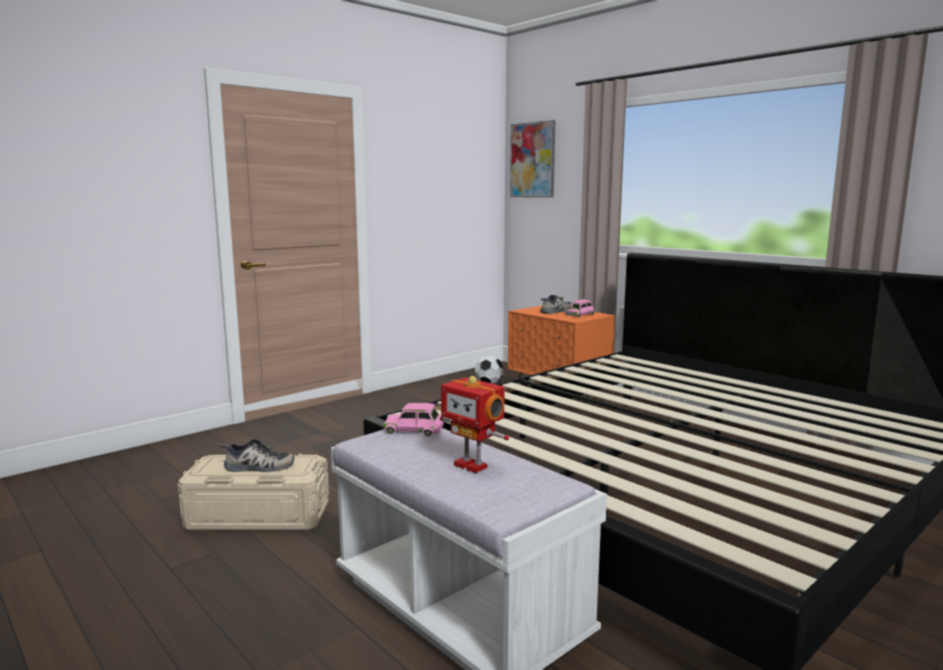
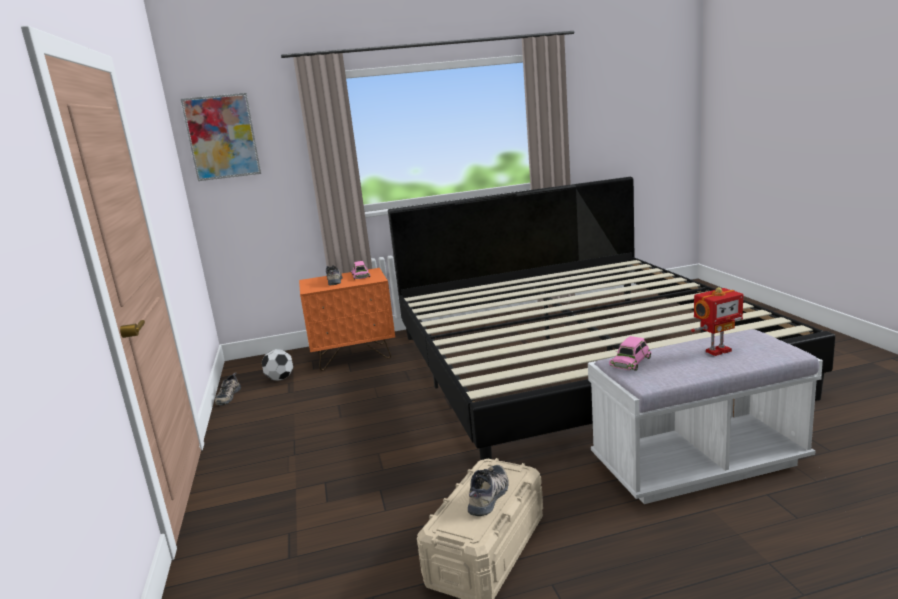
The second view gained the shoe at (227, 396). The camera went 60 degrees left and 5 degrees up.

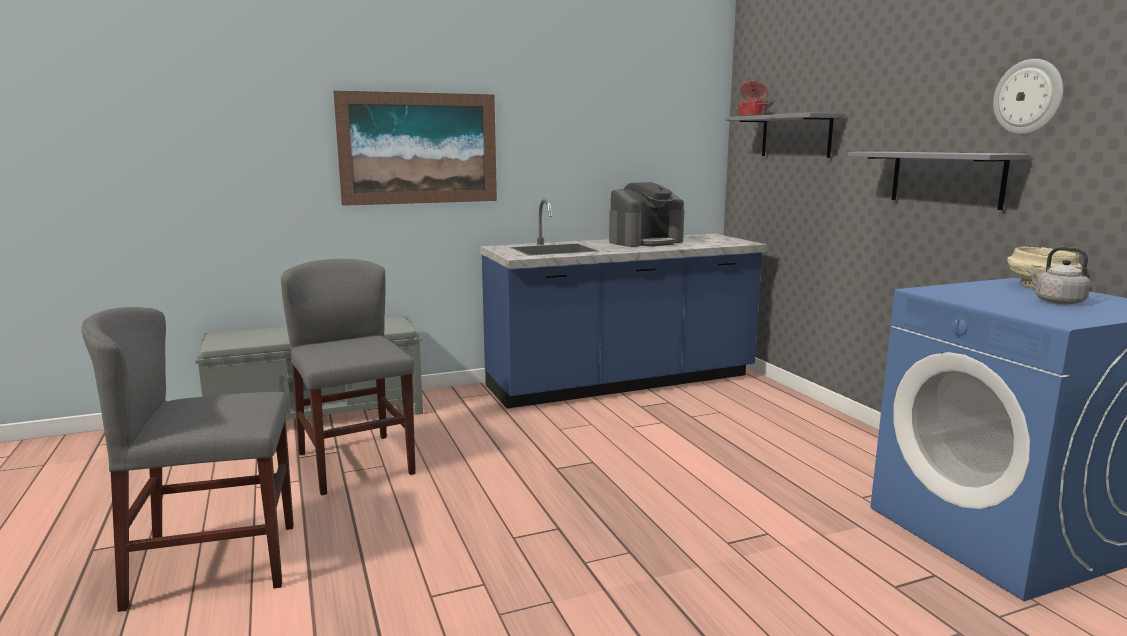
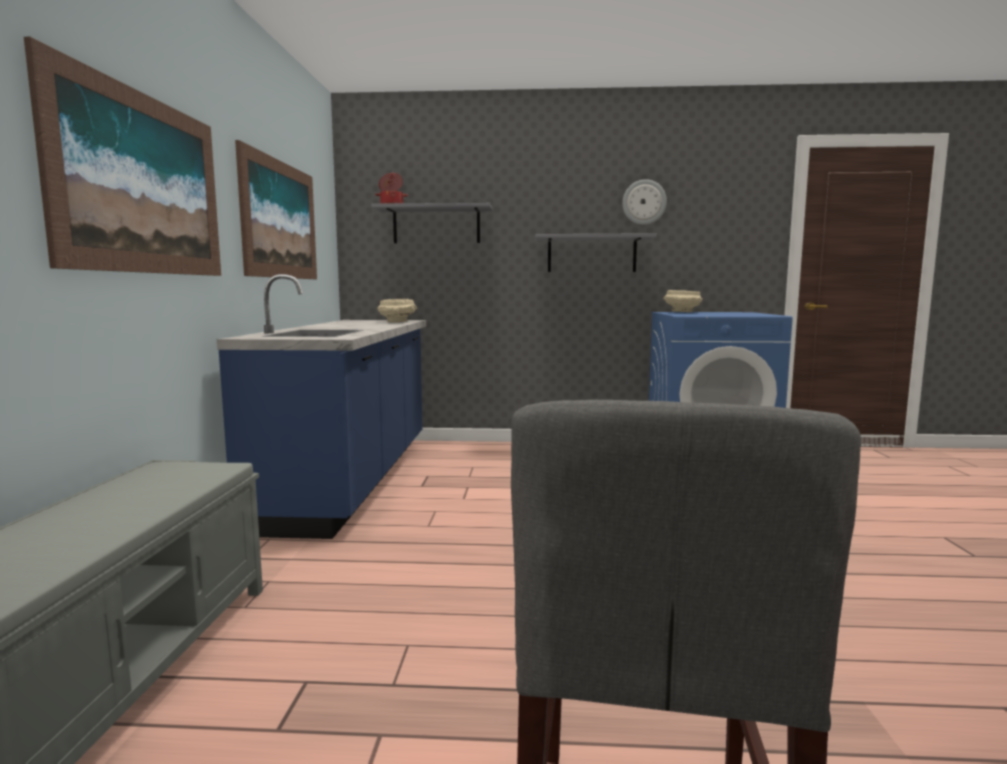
The second view lost the grey chair at (355, 463). The second view lost the coffee machine at (645, 242). The second view lost the grey kettle at (1056, 301). The second view gained the picture at (280, 220). The second view gained the beige bowl at (398, 321). The camera went 65 degrees left and 5 degrees down.

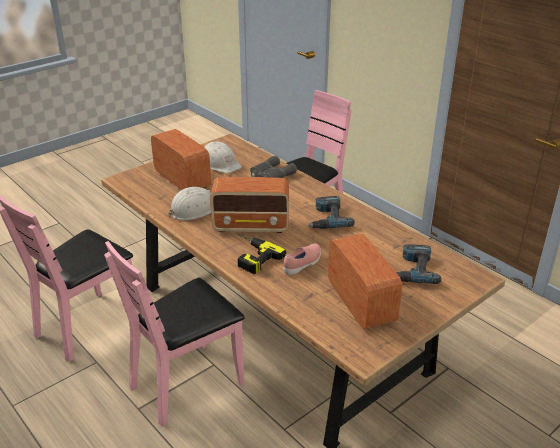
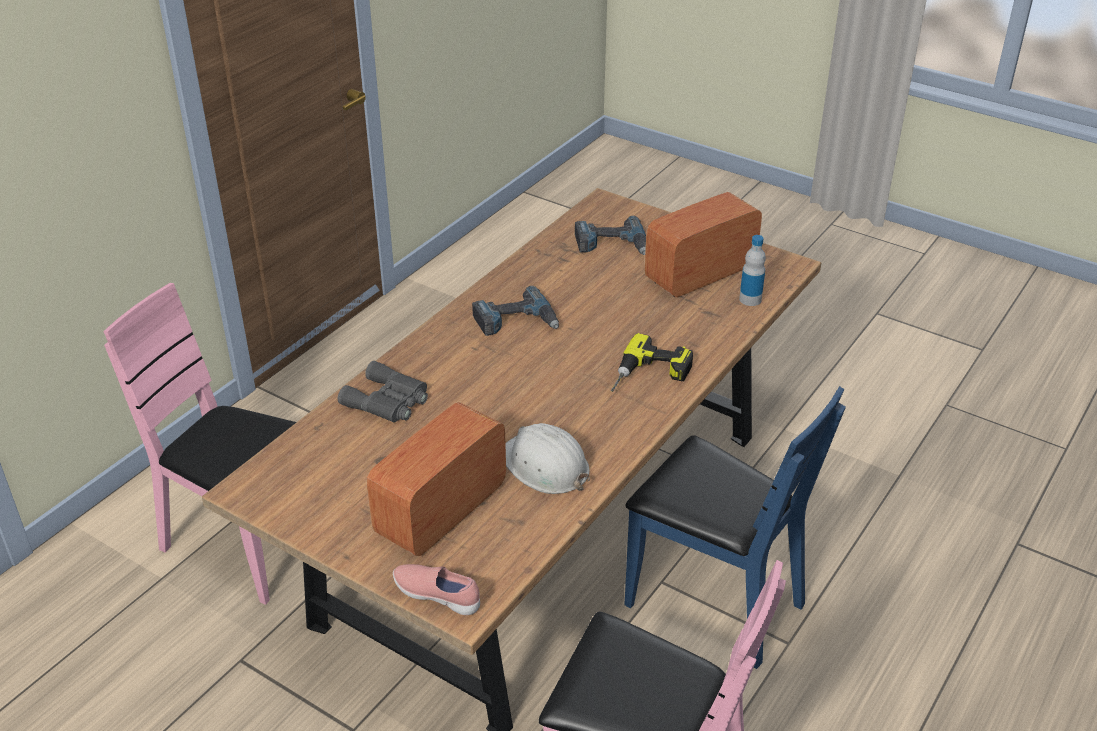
The second view lost the white hard hat at (220, 163). The second view lost the radio at (252, 226). The second view gained the bottle at (750, 299). The pink shoe ended up elsewhere, having gone from (303, 264) to (438, 596). What was the pink chair at (187, 383) turned into the blue chair at (714, 601). The camera went 105 degrees left and 5 degrees up.

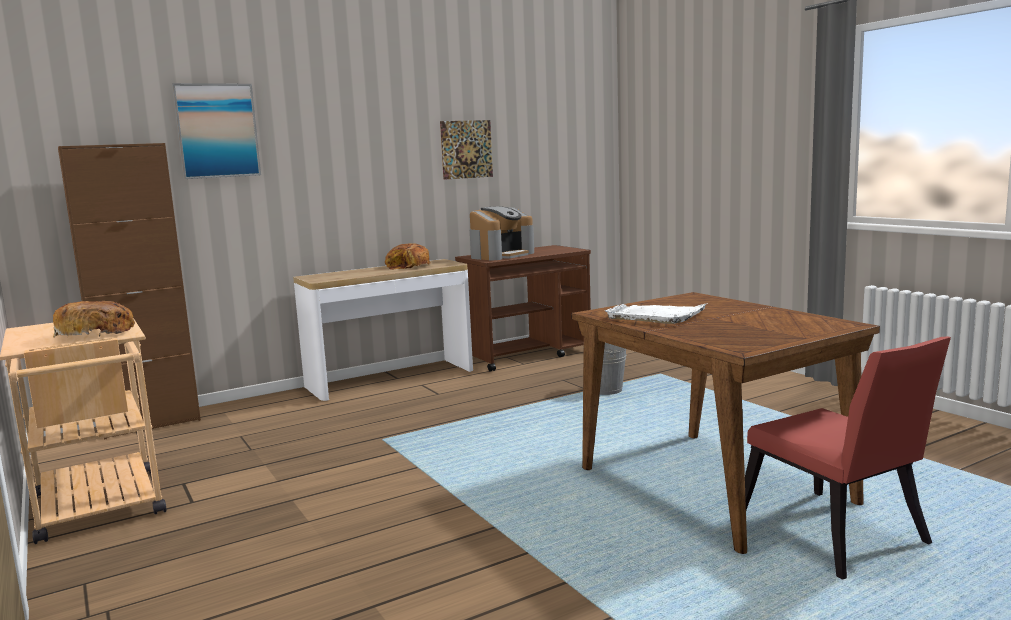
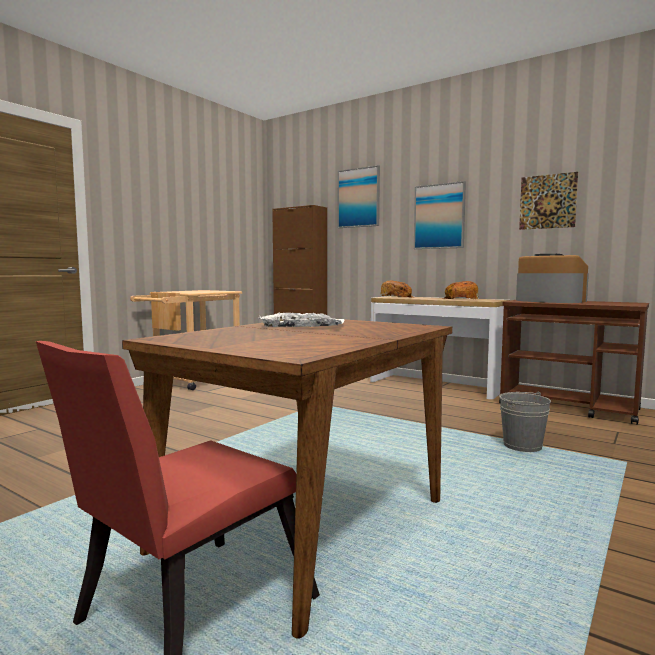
The second view gained the picture at (439, 216). The bread ended up elsewhere, having gone from (95, 333) to (397, 297). The coffee machine at (501, 255) ended up facing another way, 150 degrees counterclockwise from before. The camera went 65 degrees right and 5 degrees down.

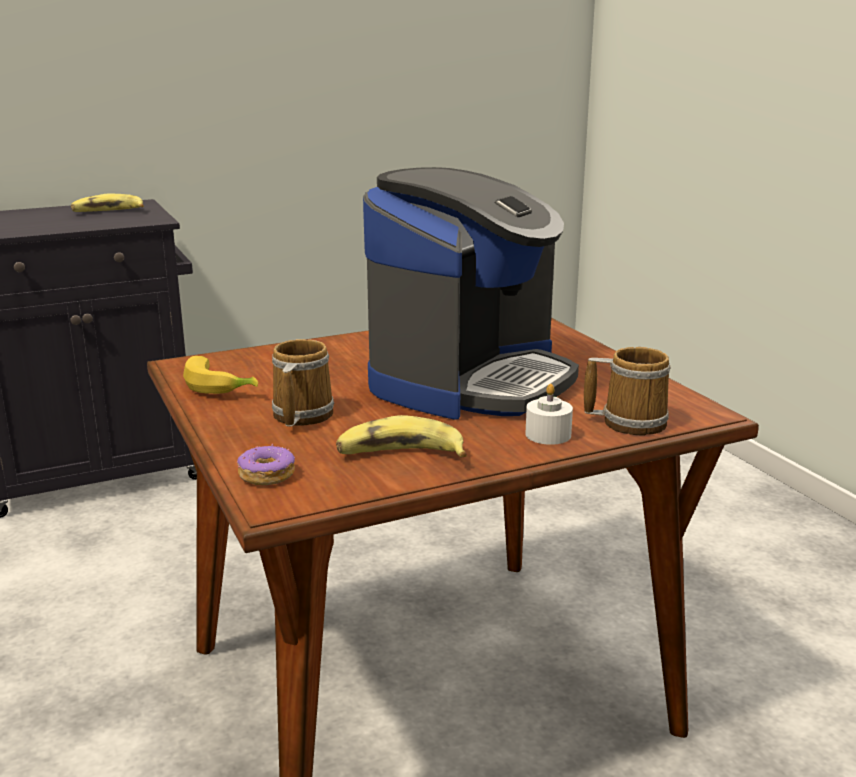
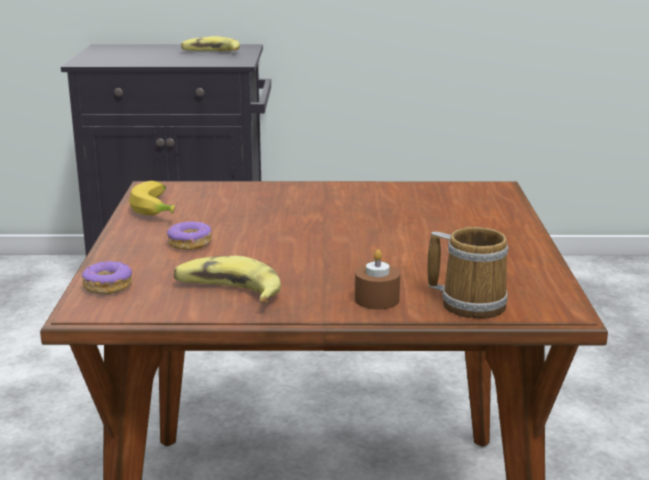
The second view lost the coffee machine at (470, 381). Where the mug stood at (299, 415), the donut came to stand at (190, 244). What was the white candle at (548, 434) turned into the brown candle at (377, 299). The camera went 25 degrees right and 0 degrees up.

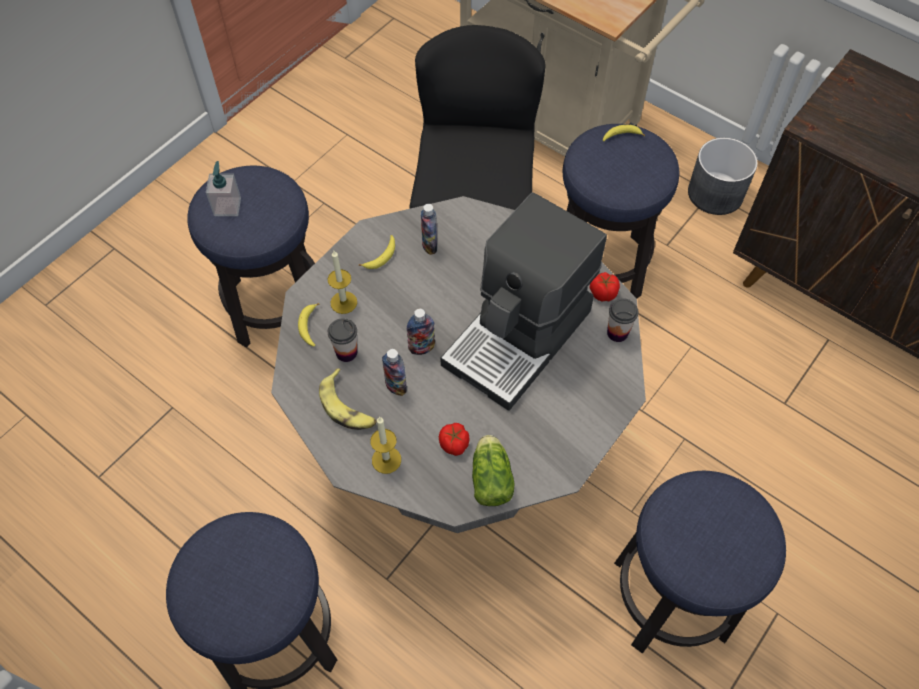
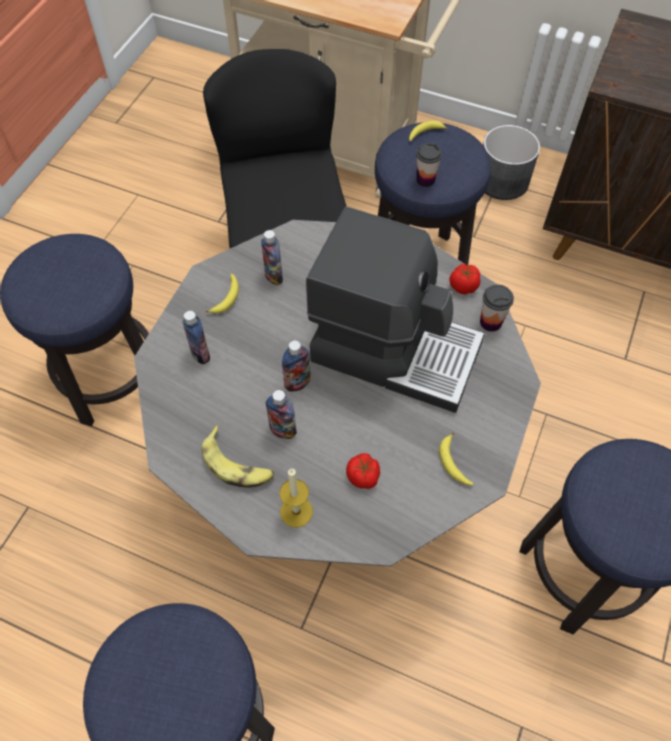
The second view lost the soap dispenser at (227, 206). The second view lost the lettuce at (491, 477). The banana ended up elsewhere, having gone from (309, 327) to (453, 463). The cup ended up elsewhere, having gone from (346, 352) to (425, 180). Where the candle stood at (343, 302), the bottle came to stand at (200, 354). The coffee machine at (520, 337) ended up facing another way, 90 degrees counterclockwise from before. The camera went 15 degrees left and 0 degrees up.

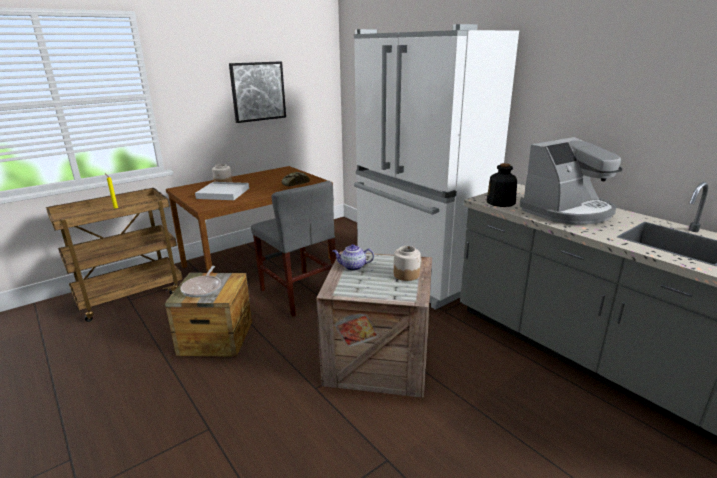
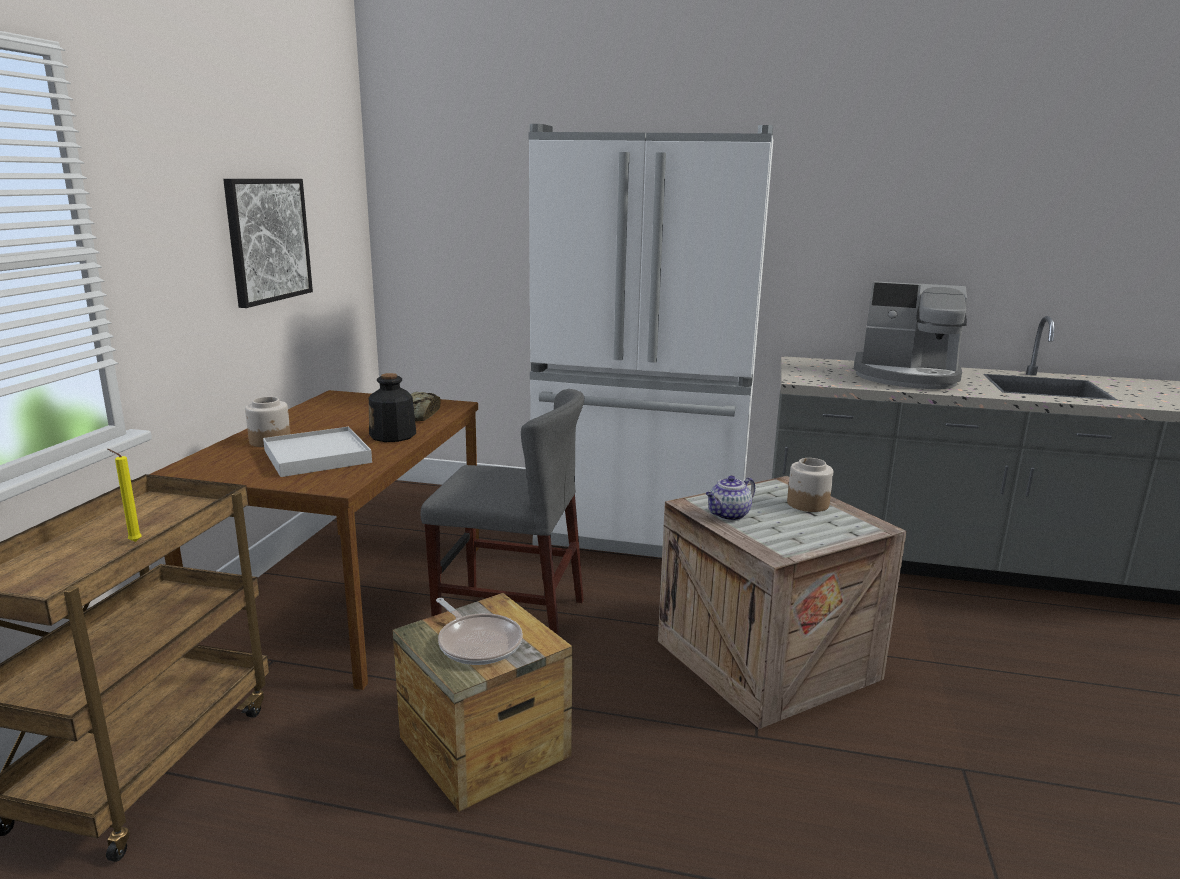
The bottle ended up elsewhere, having gone from (500, 202) to (393, 435). The coffee machine at (567, 211) ended up facing another way, 90 degrees clockwise from before. The camera went 40 degrees left and 5 degrees down.

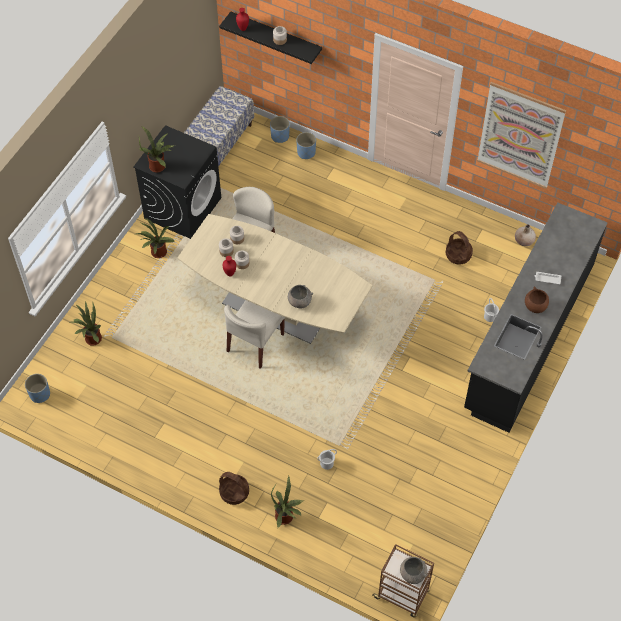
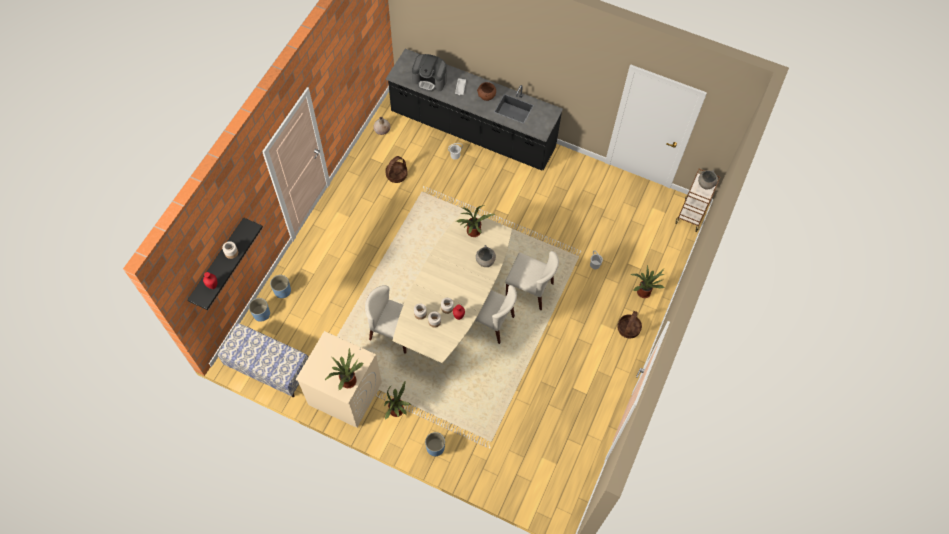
The second view lost the picture at (520, 136). The second view gained the coffee machine at (430, 80). The second view gained the beige chair at (530, 289). The blue planter ended up elsewhere, having gone from (40, 394) to (435, 447). The potted plant ended up elsewhere, having gone from (91, 339) to (473, 233). What was the black washing machine at (183, 207) turned into the beige washing machine at (344, 393). The camera went 95 degrees left and 5 degrees up.

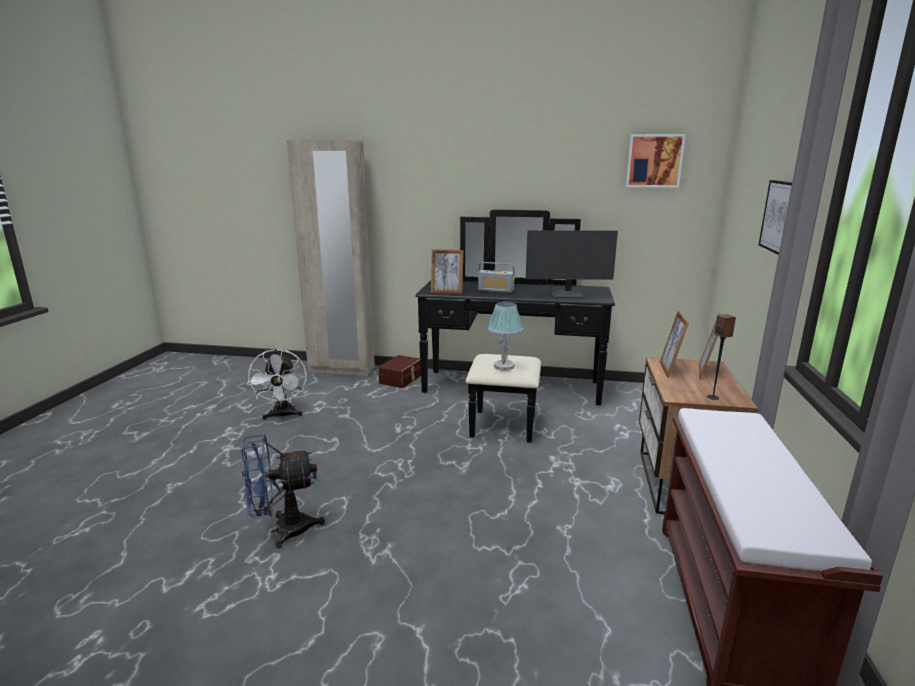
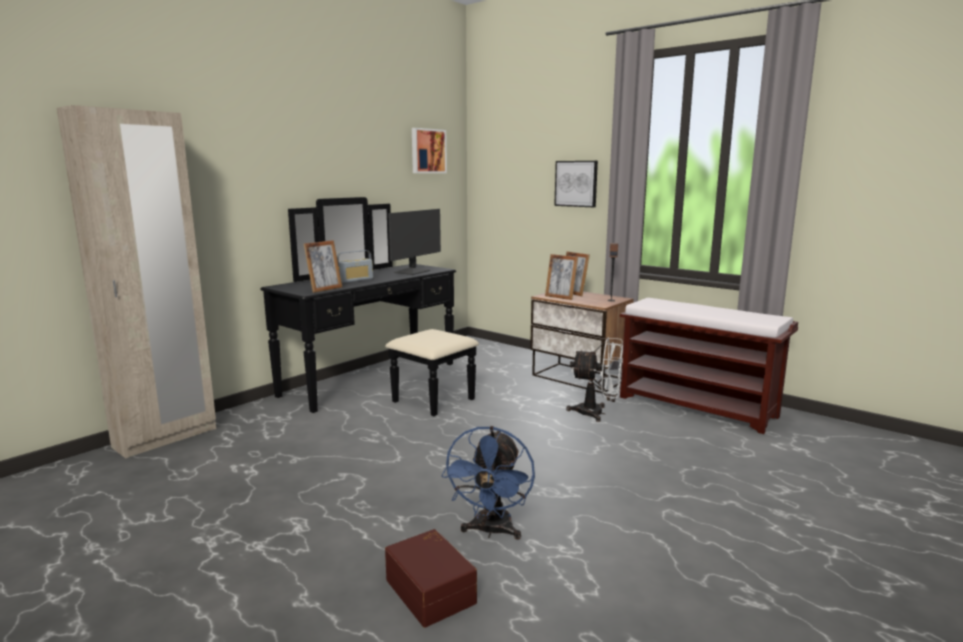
The second view lost the table lamp at (504, 366). The white fan ended up elsewhere, having gone from (282, 416) to (597, 413). The brown storage box ended up elsewhere, having gone from (401, 379) to (432, 590). The camera went 60 degrees left and 5 degrees down.

